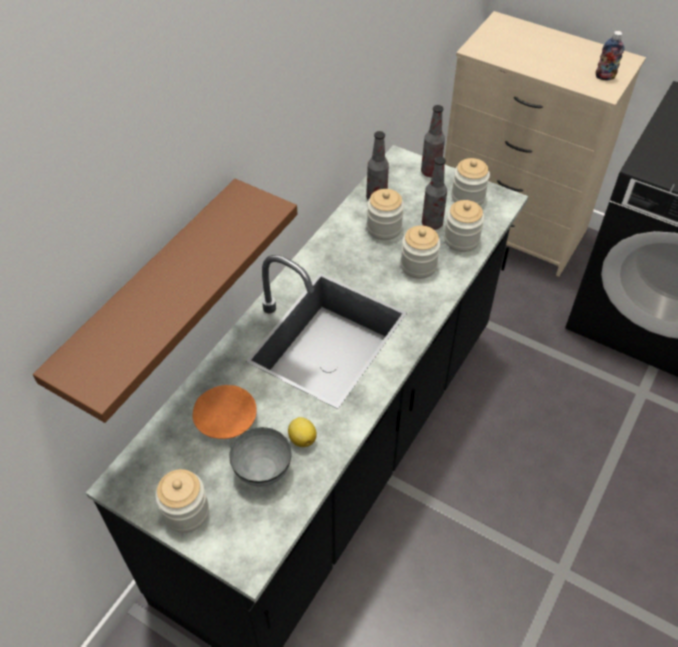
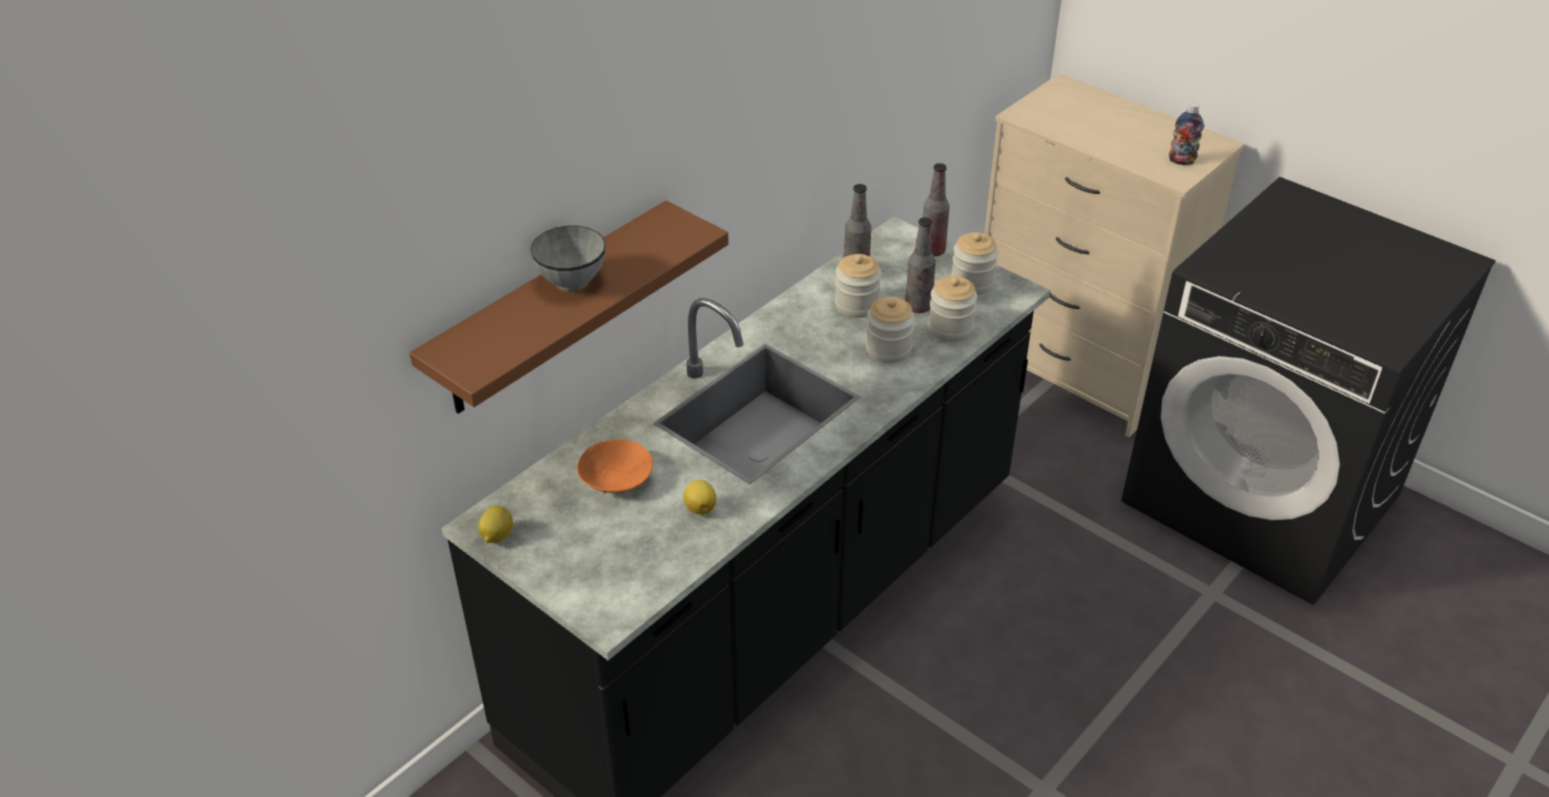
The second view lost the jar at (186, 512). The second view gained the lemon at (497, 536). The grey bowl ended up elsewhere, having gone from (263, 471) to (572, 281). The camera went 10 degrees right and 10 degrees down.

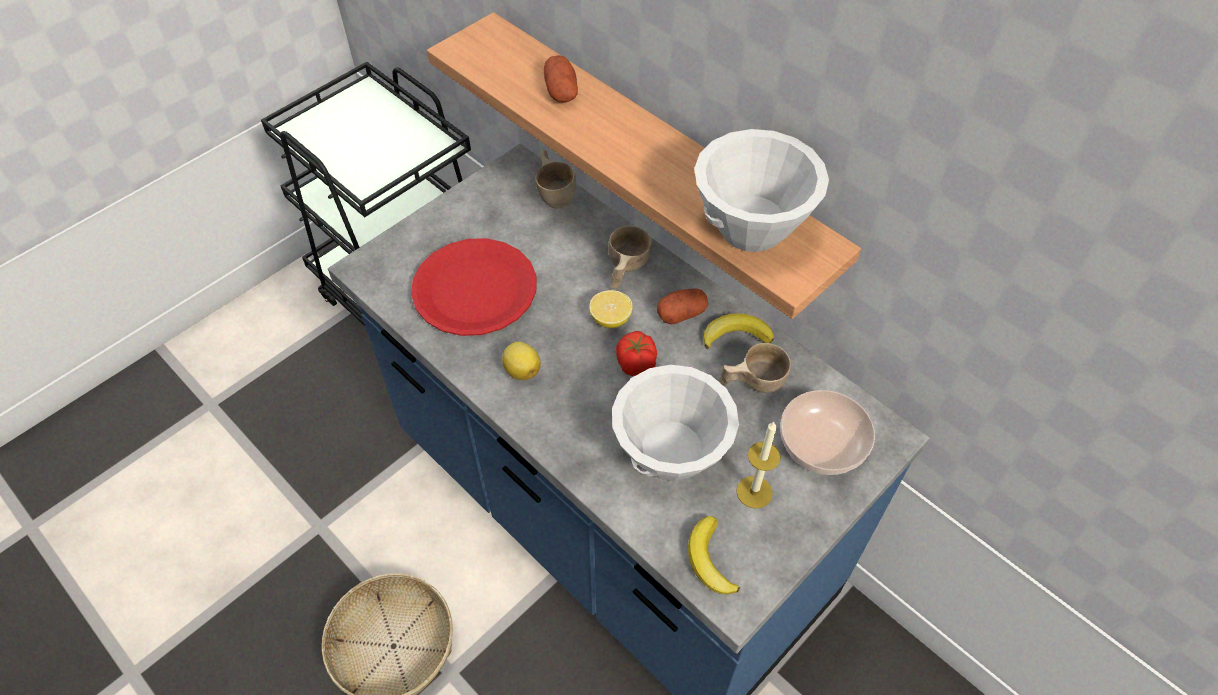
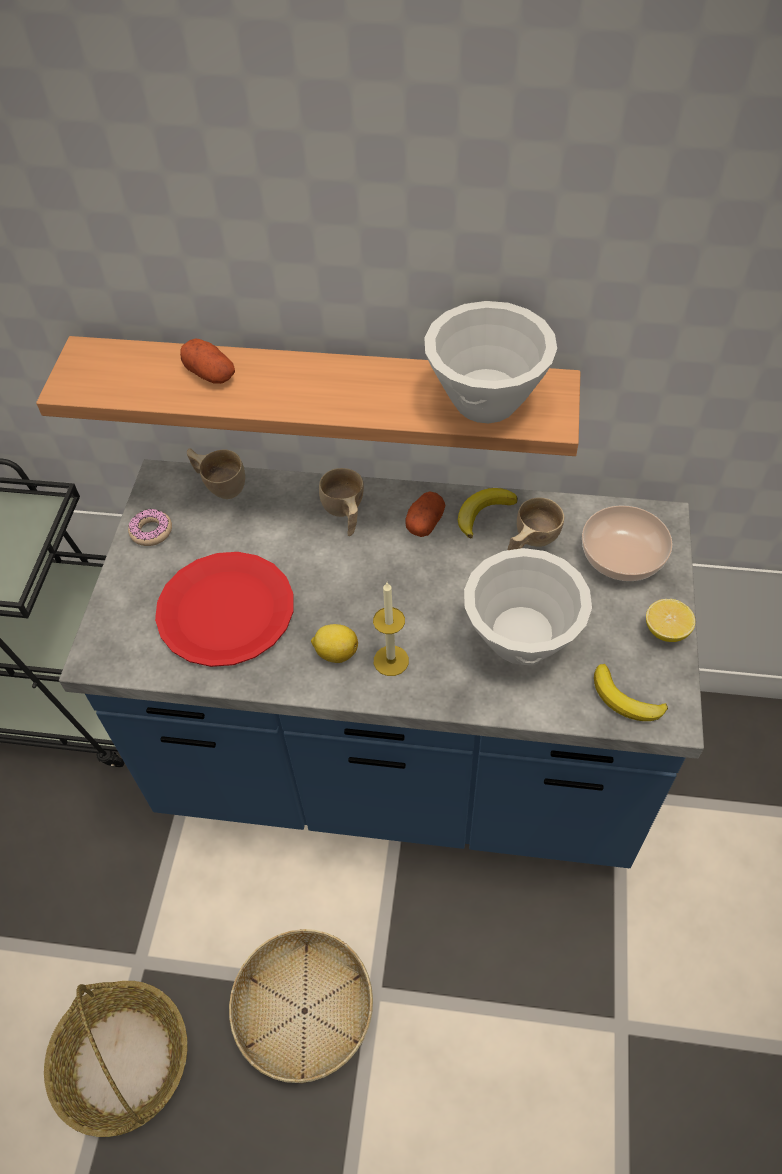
The second view lost the tomato at (635, 364). The second view gained the basket at (124, 1061). The second view gained the donut at (151, 531). The lemon ended up elsewhere, having gone from (610, 319) to (666, 630). The candle ended up elsewhere, having gone from (754, 492) to (391, 660). The camera went 35 degrees left and 0 degrees up.

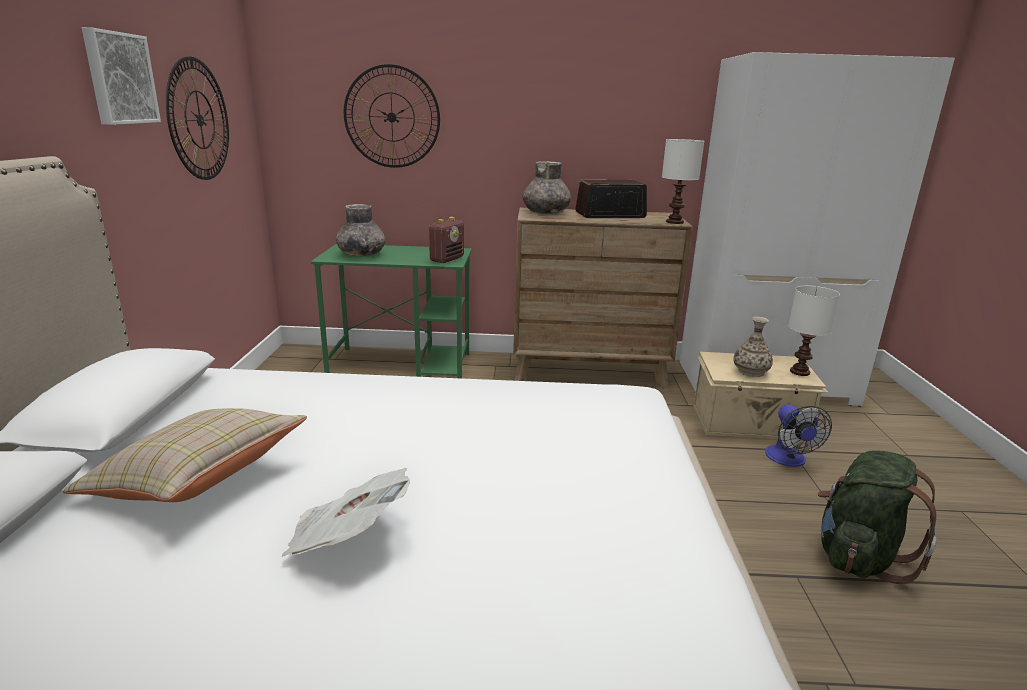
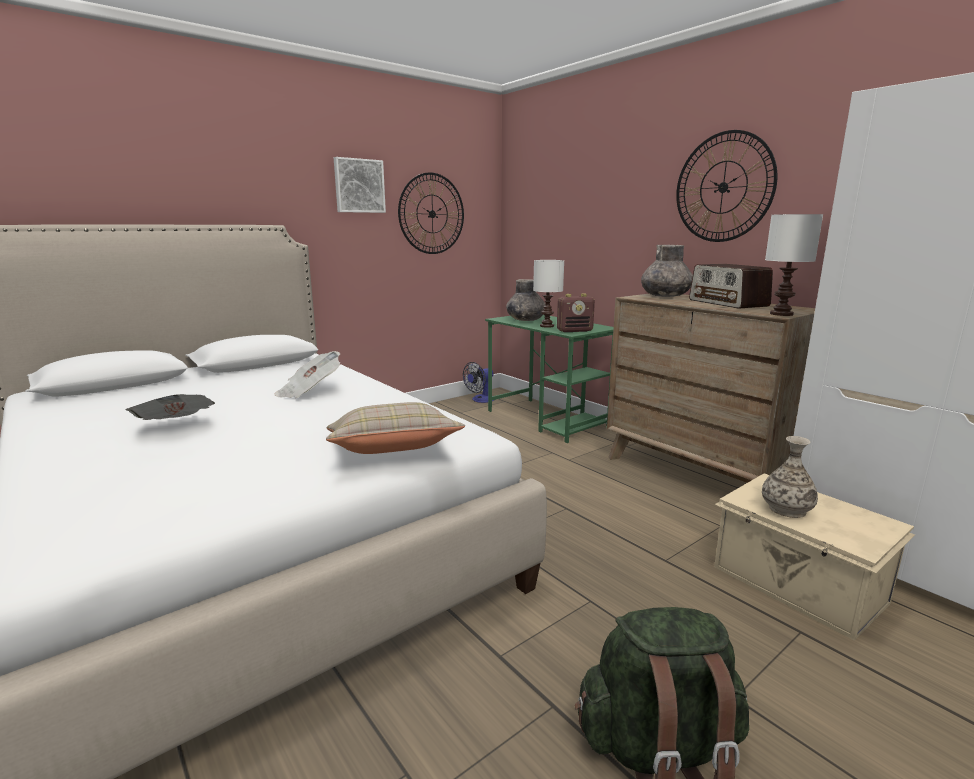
The second view gained the newspaper at (309, 392). The beige pillow ended up elsewhere, having gone from (197, 482) to (392, 451). The wall clock ended up elsewhere, having gone from (392, 117) to (723, 187). The fan ended up elsewhere, having gone from (788, 460) to (480, 400). The white table lamp ended up elsewhere, having gone from (800, 372) to (547, 326). The radio at (609, 215) ended up facing another way, 150 degrees counterclockwise from before. The camera went 50 degrees right and 5 degrees down.

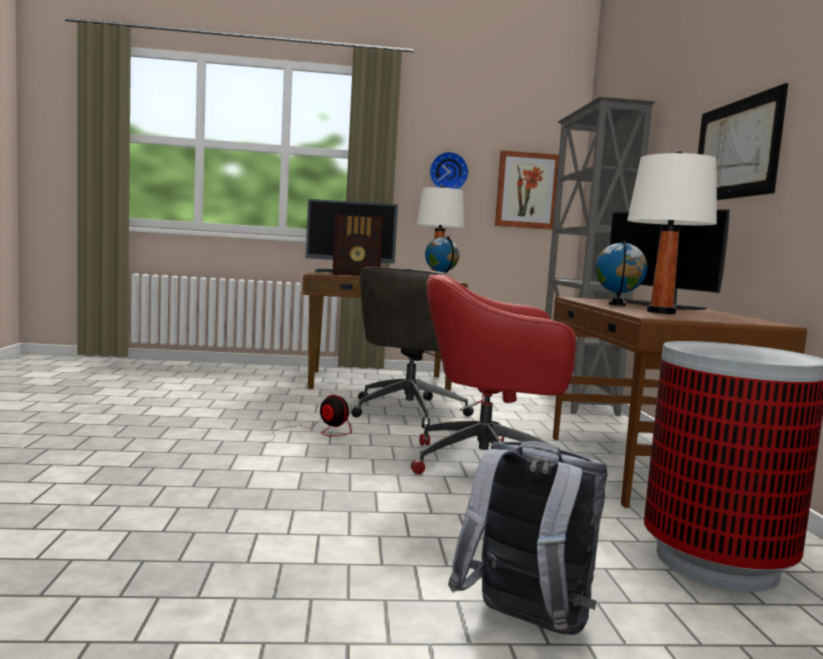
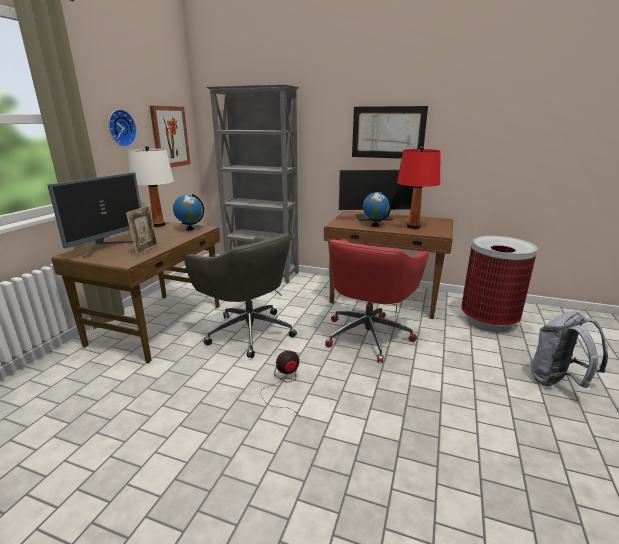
Where the radio stood at (356, 275), the picture frame came to stand at (146, 249). What was the white table lamp at (661, 312) turned into the red table lamp at (413, 227). The camera went 65 degrees left and 15 degrees up.

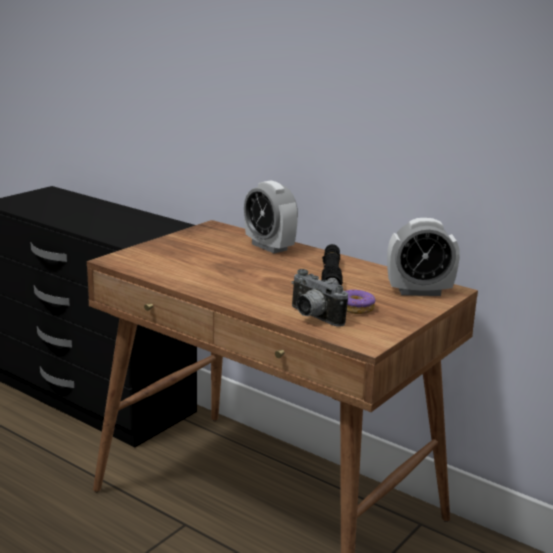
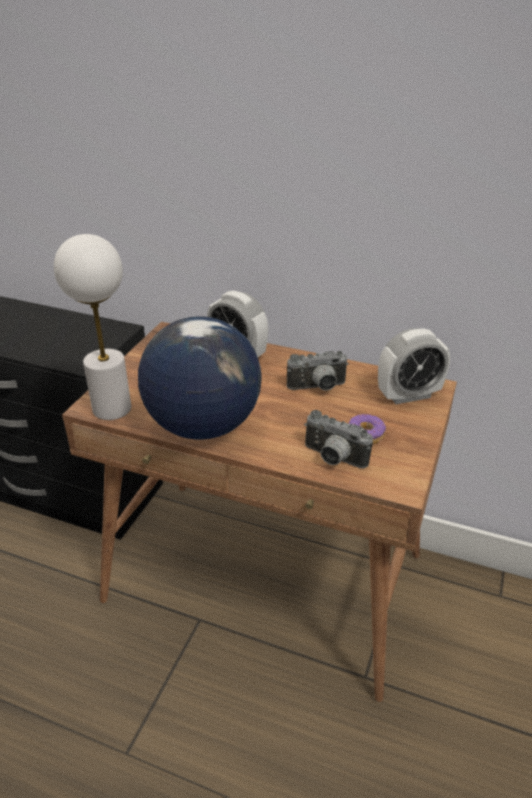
The second view gained the white table lamp at (112, 408). The second view gained the globe at (203, 425). Where the black flashlight stood at (331, 276), the photo camera came to stand at (318, 388). The camera went 15 degrees left and 15 degrees up.

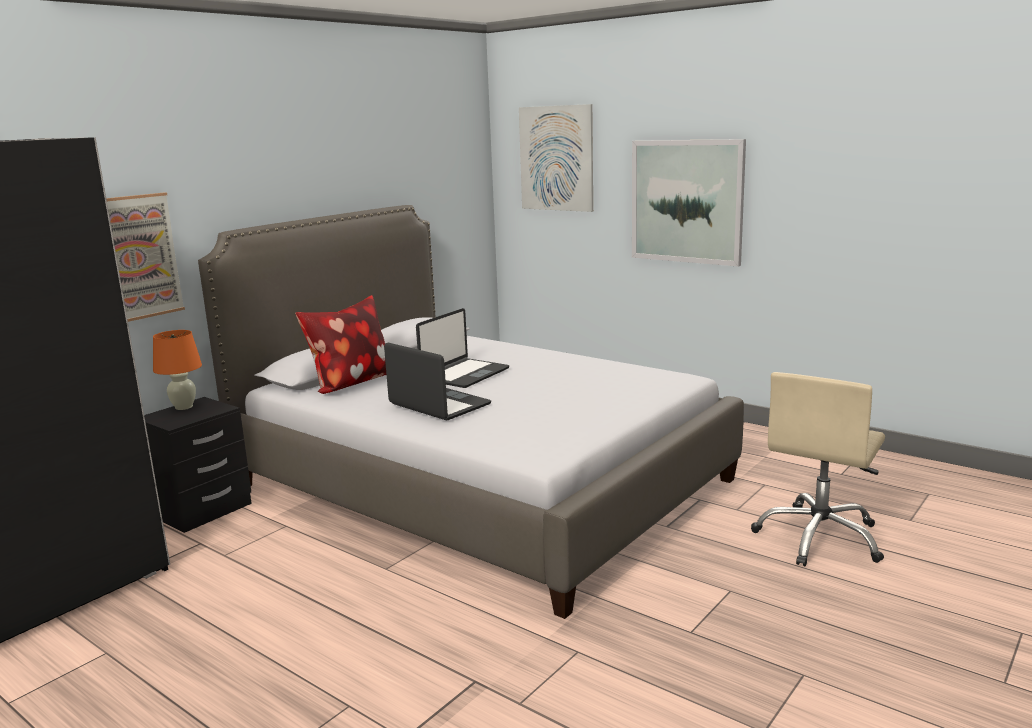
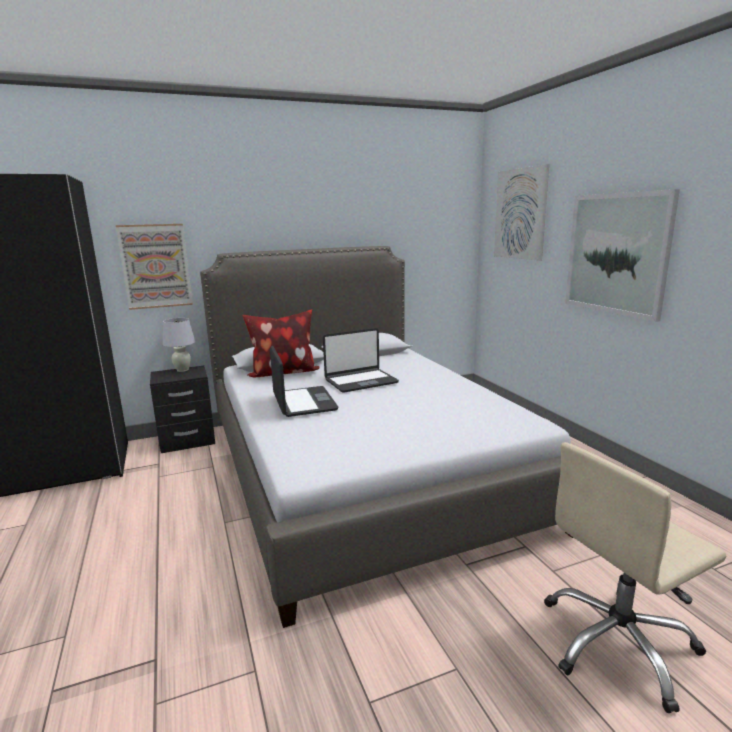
What was the orange table lamp at (184, 407) turned into the white table lamp at (183, 370). The camera went 30 degrees right and 0 degrees up.

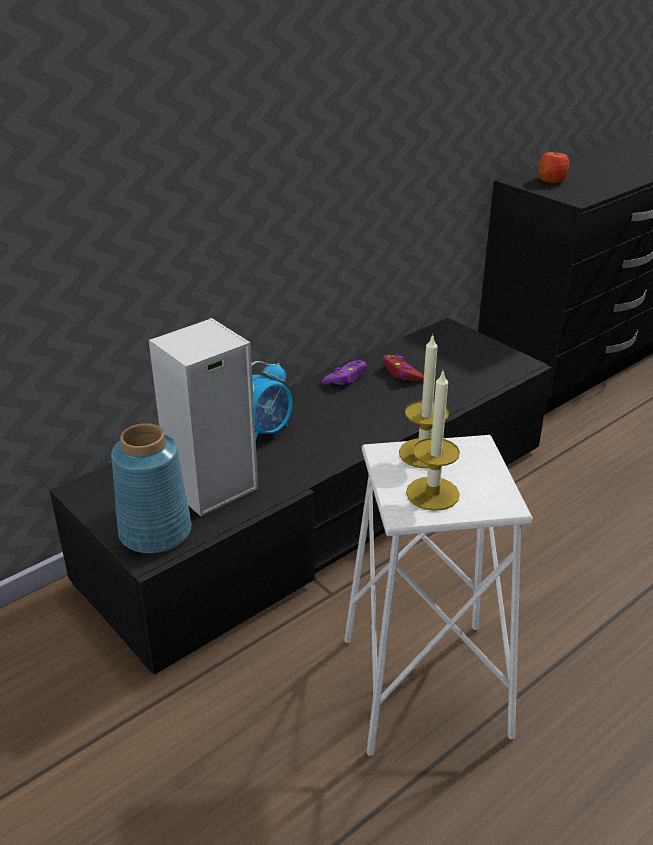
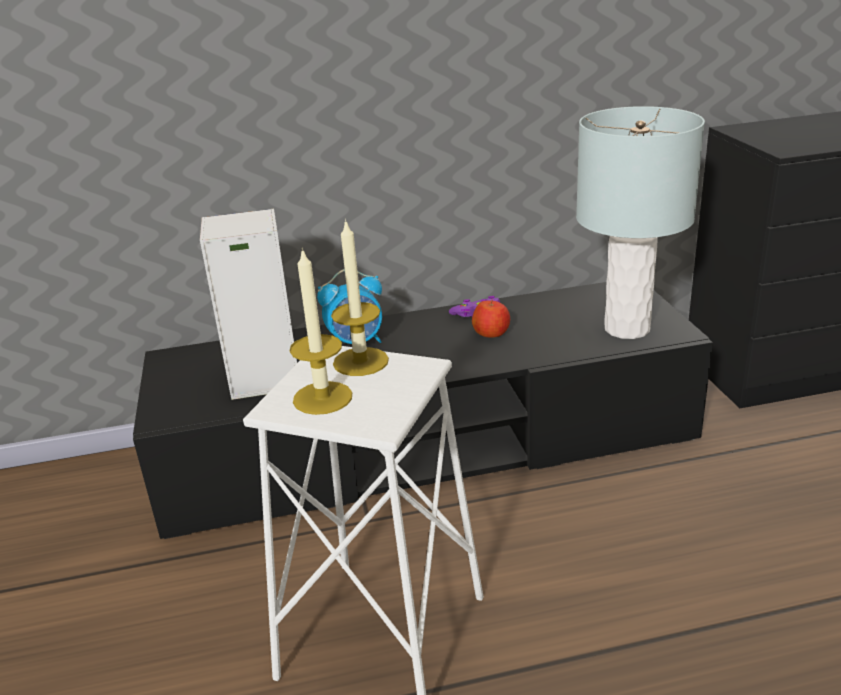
The second view lost the blue vase at (156, 532). The second view lost the red game controller at (401, 373). The second view gained the grey table lamp at (628, 329). The apple ended up elsewhere, having gone from (551, 180) to (491, 333). The camera went 30 degrees right and 5 degrees down.

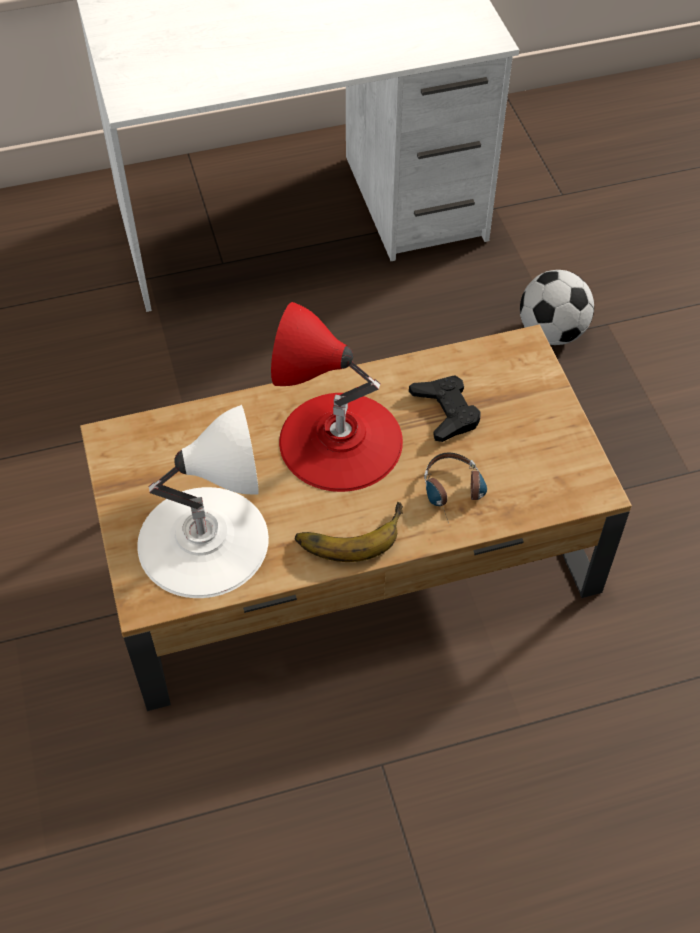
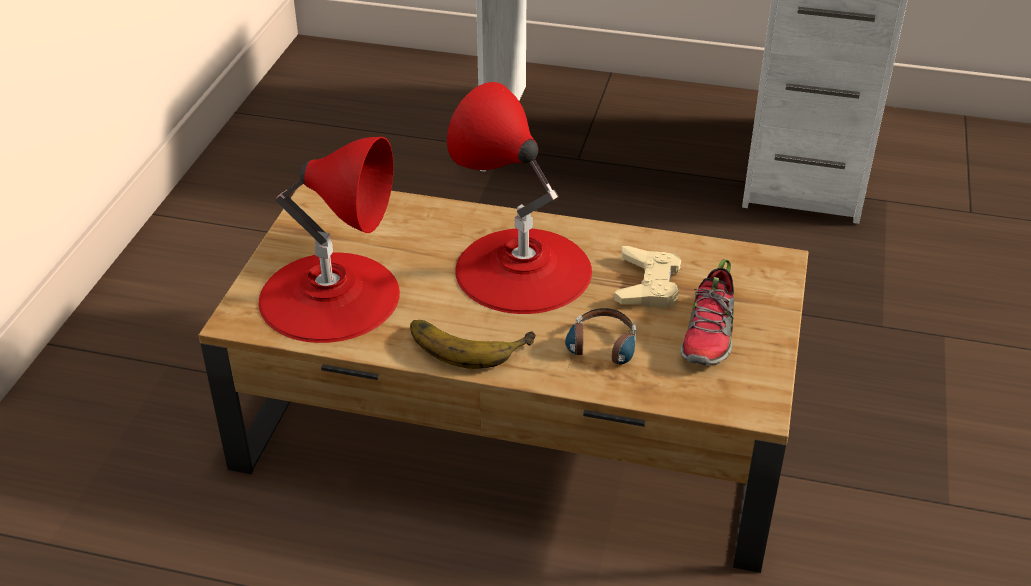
The second view lost the football at (551, 333). The second view gained the shoe at (709, 334). What was the white table lamp at (203, 540) turned into the red table lamp at (330, 296). What was the black game controller at (445, 412) turned into the beige game controller at (647, 285). The camera went 30 degrees right and 15 degrees down.

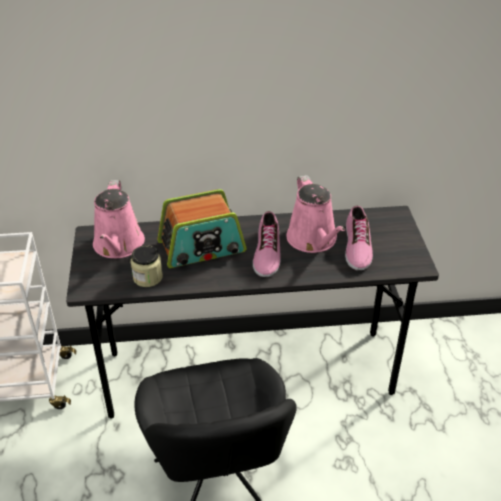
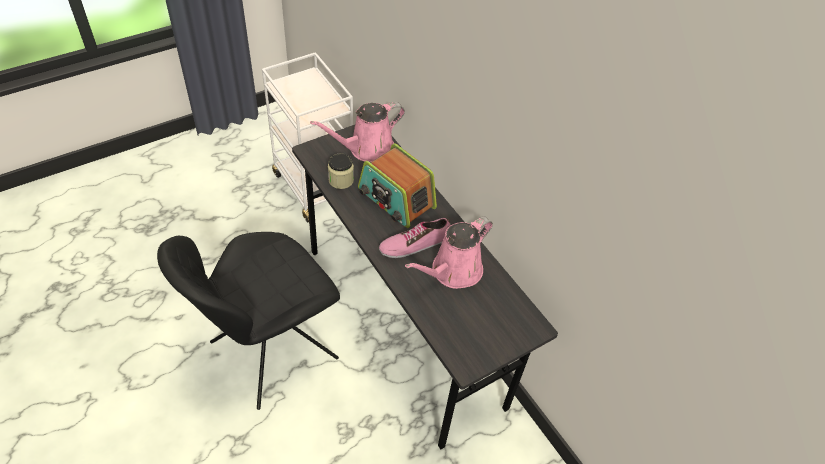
The second view lost the shoe at (356, 246). The camera went 60 degrees right and 10 degrees up.

